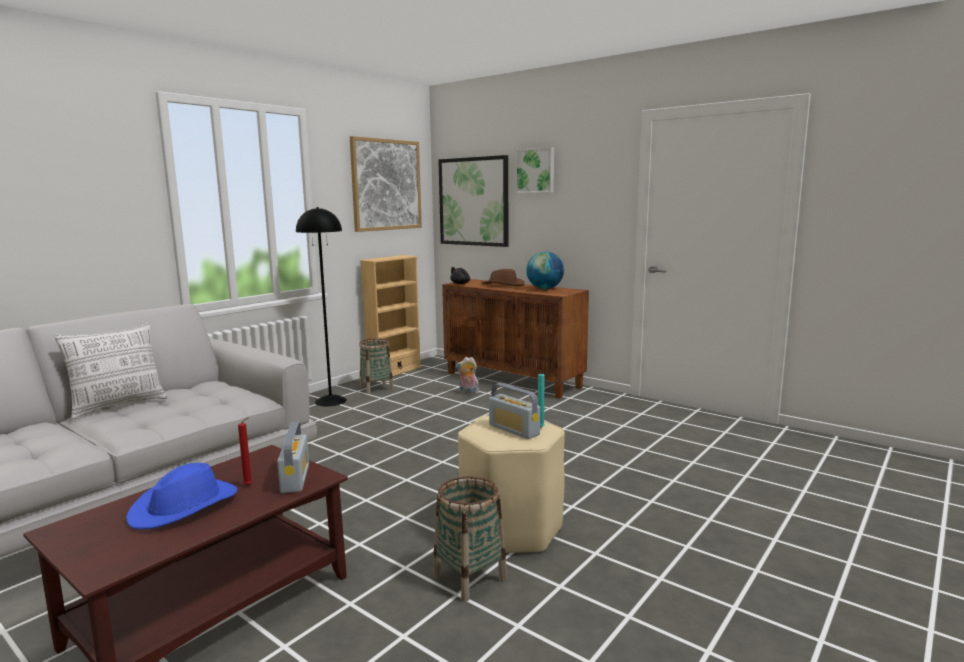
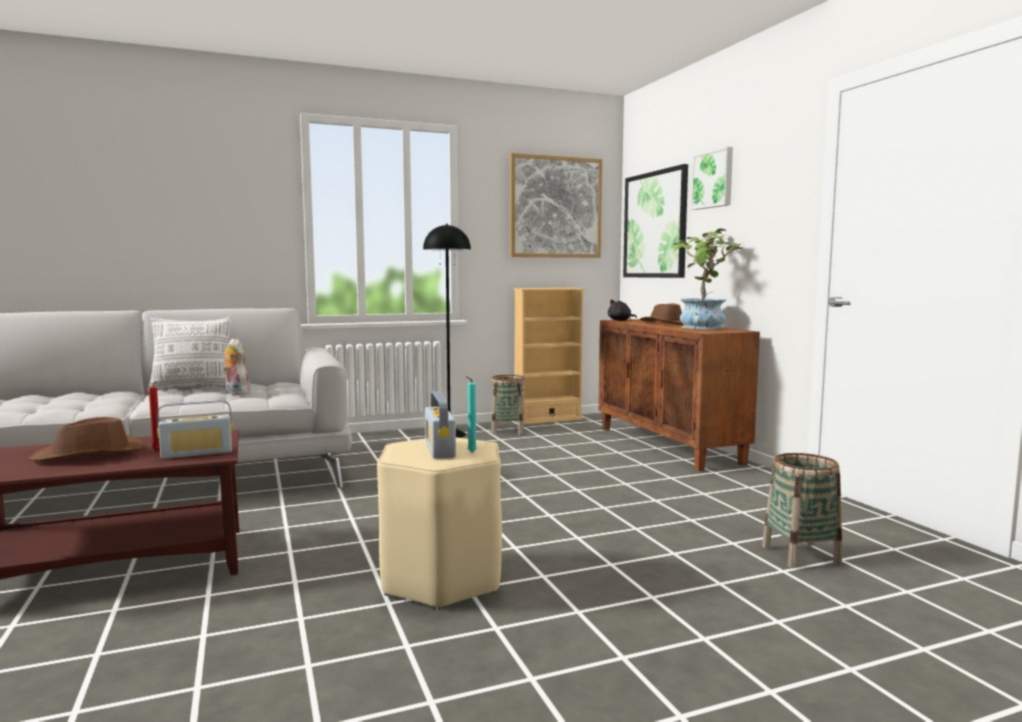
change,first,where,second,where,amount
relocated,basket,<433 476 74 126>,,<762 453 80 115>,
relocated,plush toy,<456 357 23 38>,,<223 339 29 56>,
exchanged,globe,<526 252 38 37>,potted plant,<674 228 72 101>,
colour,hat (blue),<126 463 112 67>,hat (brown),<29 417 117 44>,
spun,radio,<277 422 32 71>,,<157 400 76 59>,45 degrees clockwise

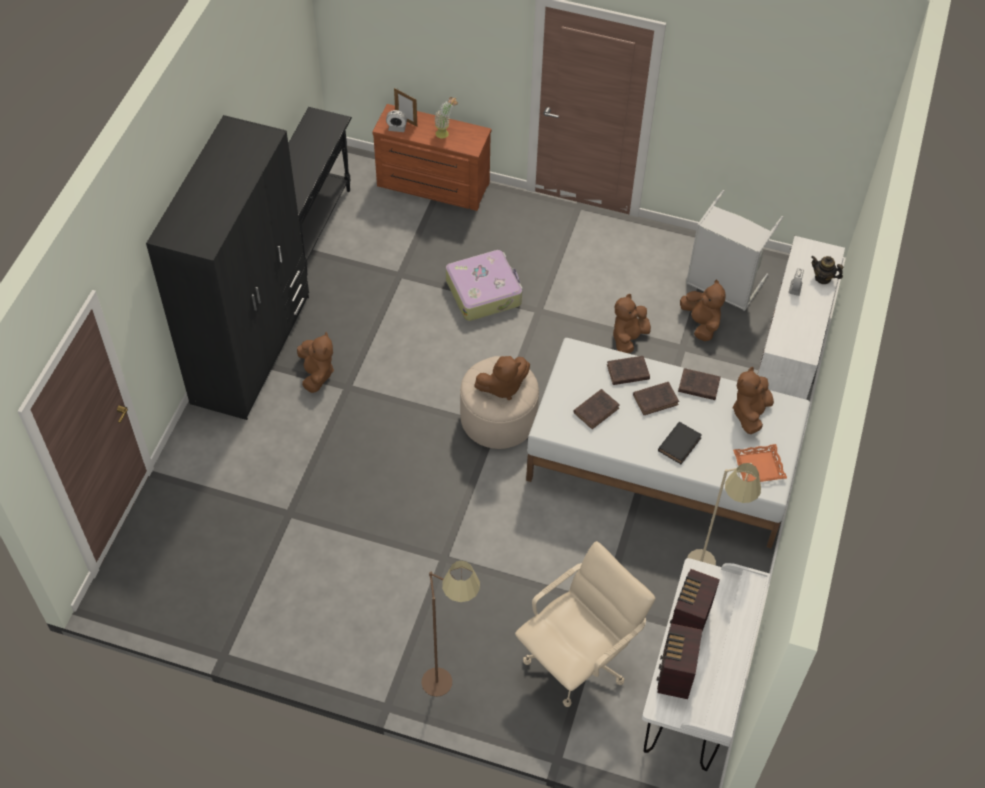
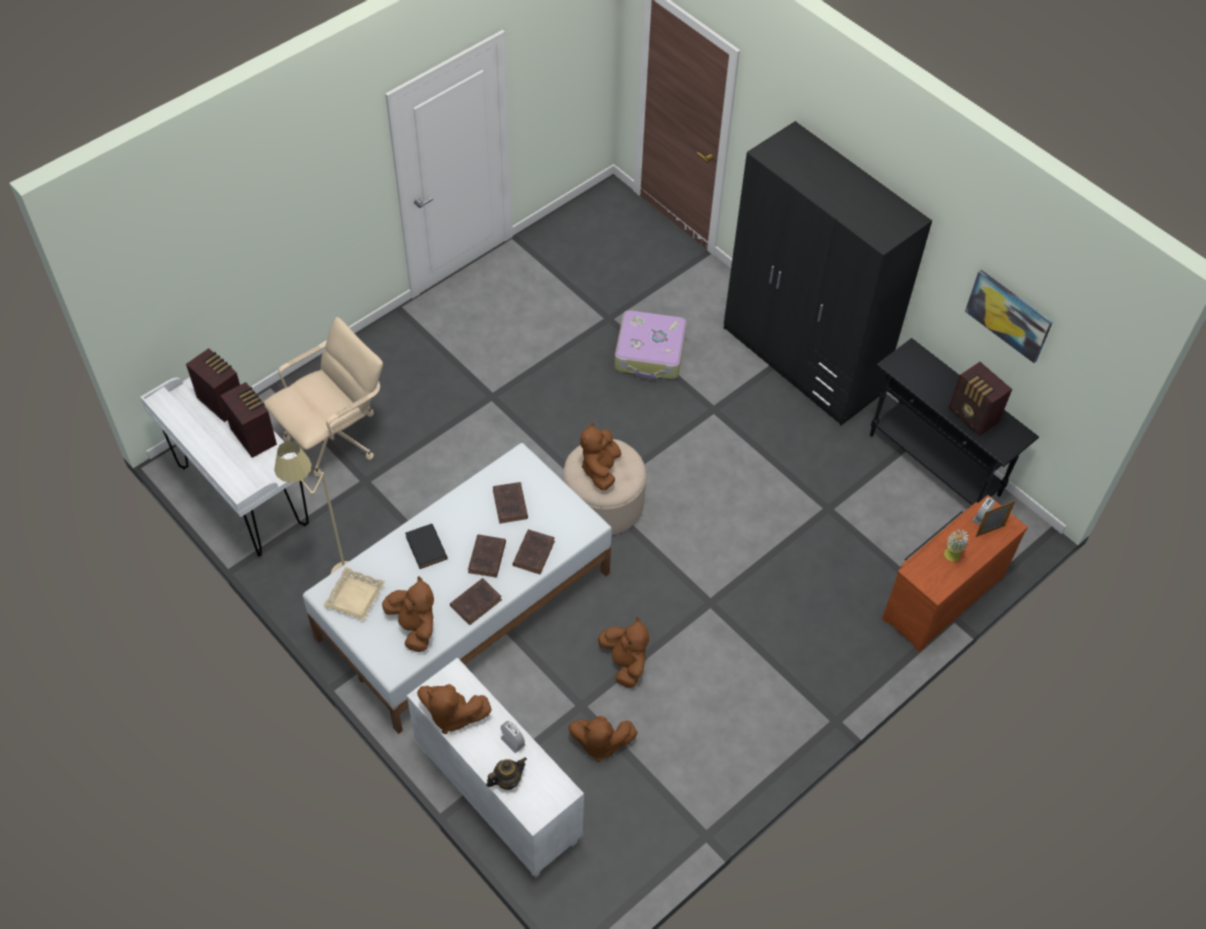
change,first,where,second,where,amount
missing,floor lamp (brown),<421 561 59 136>,,,
missing,laundry basket (grey),<686 190 97 121>,,,
appeared,,,radio,<948 362 64 74>,
appeared,,,picture,<965 270 88 93>,
relocated,plush toy (brown),<297 332 37 61>,,<417 684 75 50>,
relocated,suitcase,<446 250 77 71>,,<615 310 72 69>,
colour,tray (orange),<733 444 54 38>,tray (beige),<323 567 62 54>,
spun,office chair (beige),<515 541 140 166>,,<263 317 120 160>,120 degrees counterclockwise

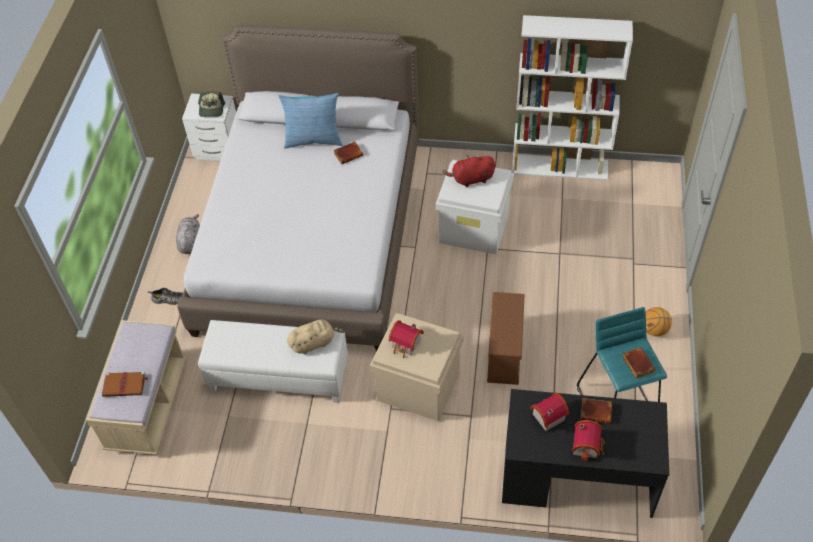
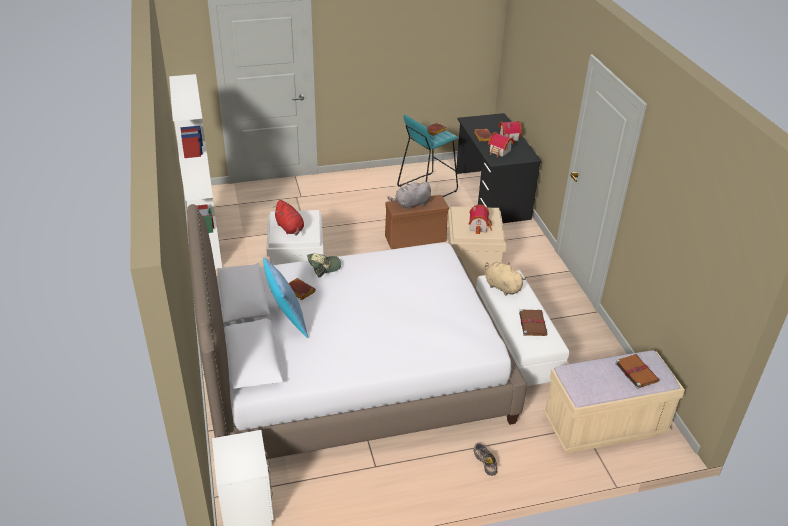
change,first,where,second,where,amount
missing,basketball,<646 307 26 29>,,,
appeared,,,book (brown),<519 309 29 27>,
relocated,plush toy (grey),<176 214 24 40>,,<387 182 44 28>,
relocated,cap,<198 92 27 25>,,<307 253 34 25>,

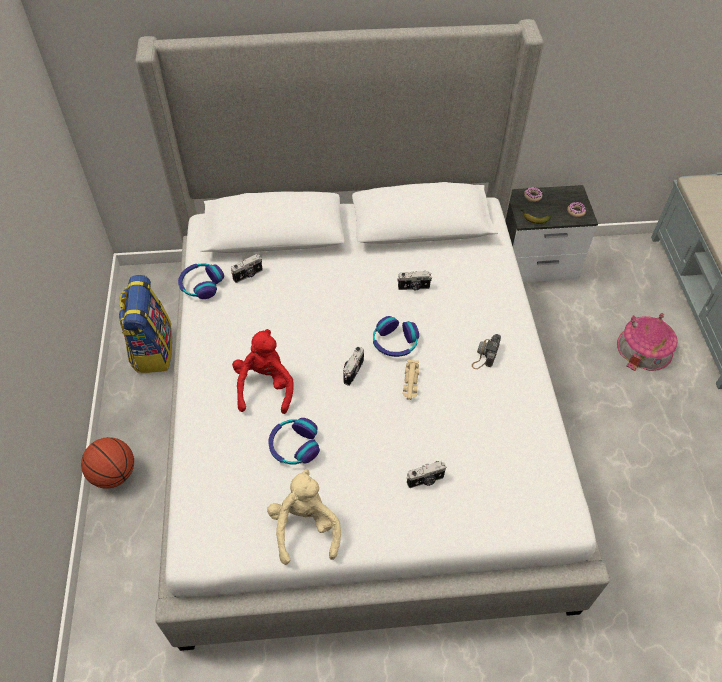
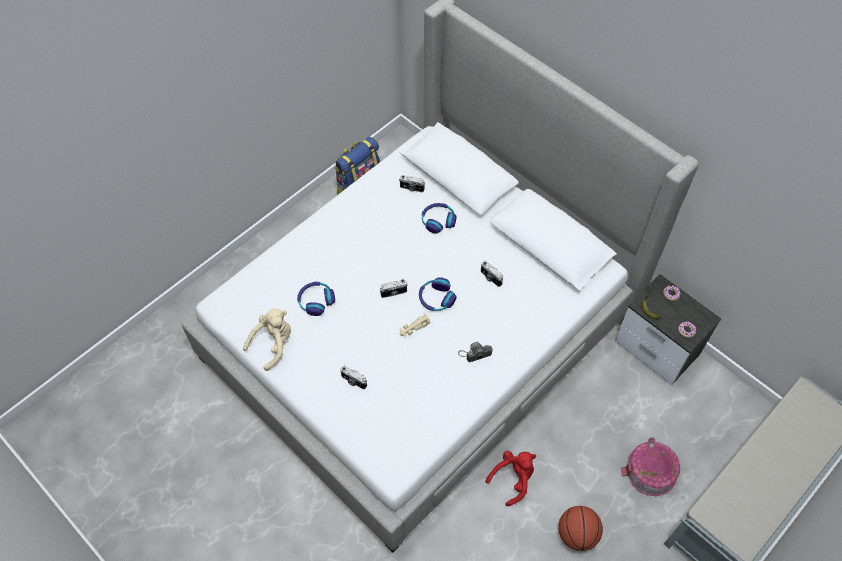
change,first,where,second,where,amount
relocated,basketball,<81 437 53 52>,,<558 506 45 45>,
relocated,headphones,<178 264 46 35>,,<422 203 34 31>,
relocated,plush toy (red),<232 329 62 85>,,<486 451 50 55>,

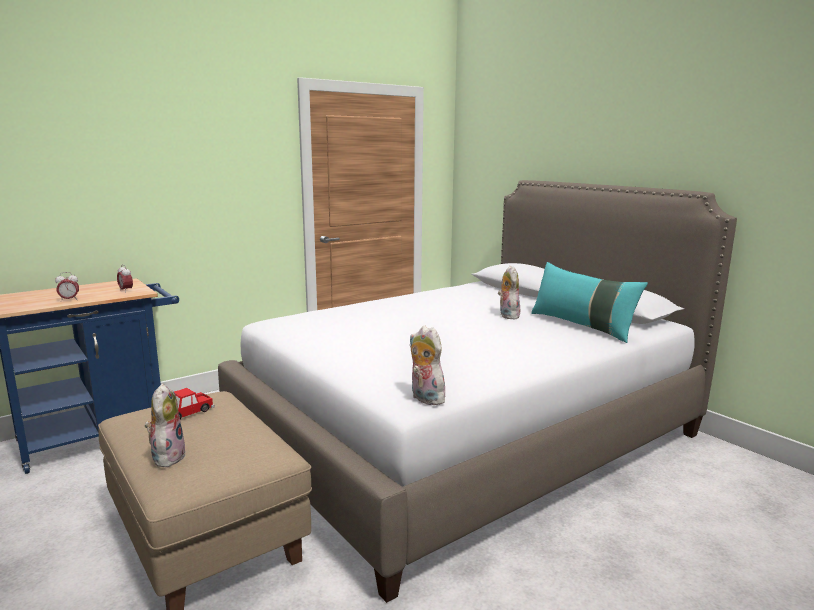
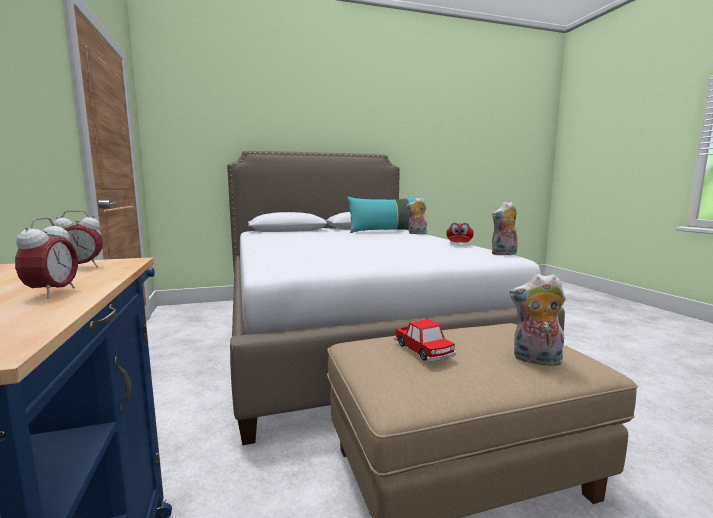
change,first,where,second,where,amount
appeared,,,cap (red),<446 223 28 19>,
relocated,plush toy,<498 265 22 54>,,<406 198 22 36>,

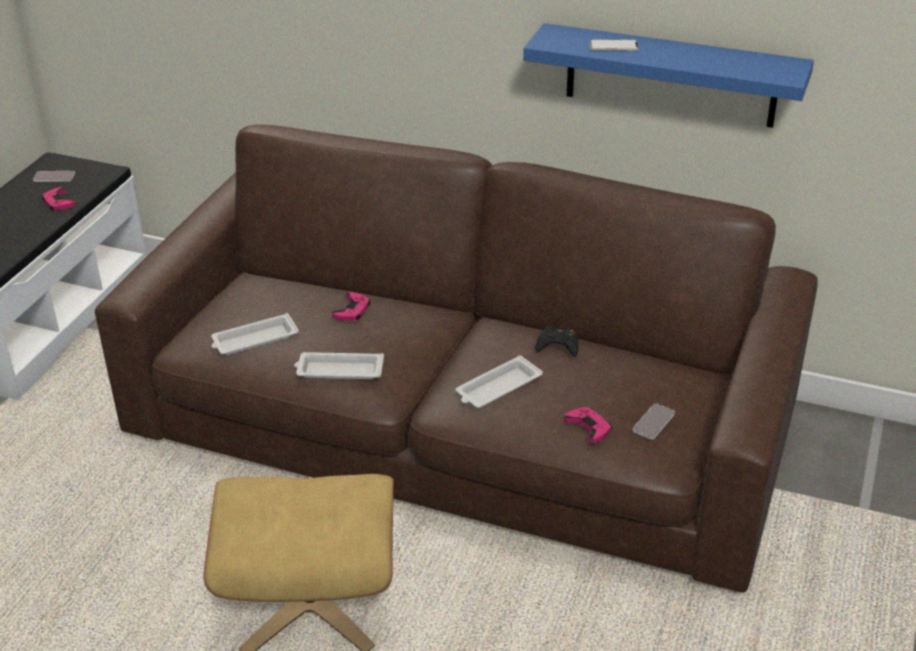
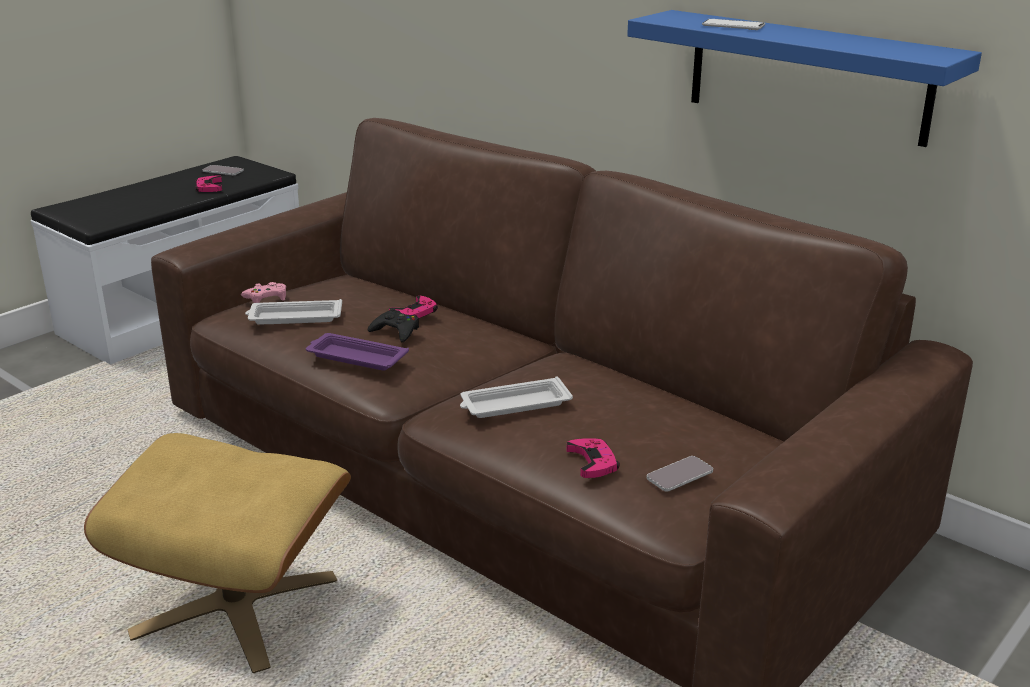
change,first,where,second,where,amount
appeared,,,game controller (pink),<241 282 45 21>,
relocated,game controller (black),<535 326 43 31>,,<368 308 51 34>,
colour,tray (white),<294 352 90 27>,tray (purple),<306 333 103 38>,

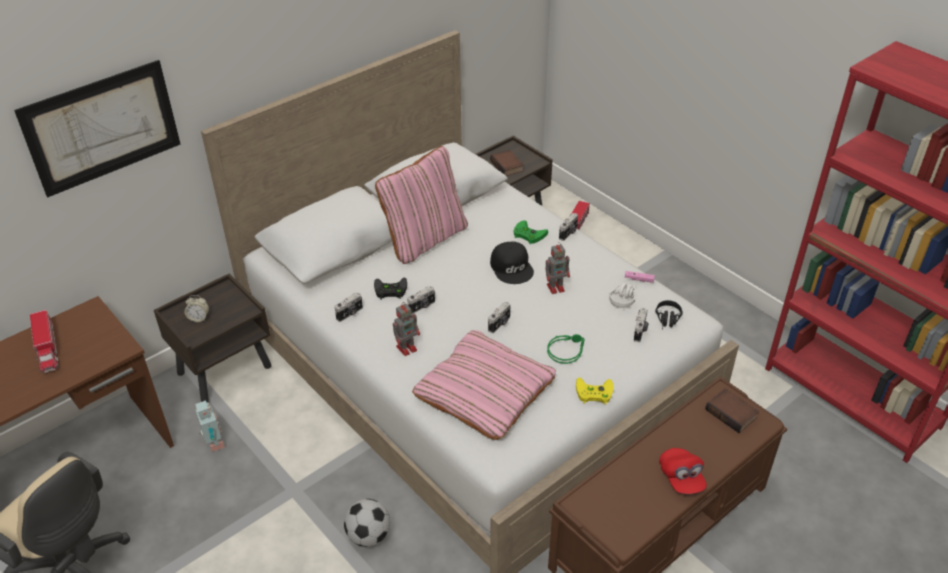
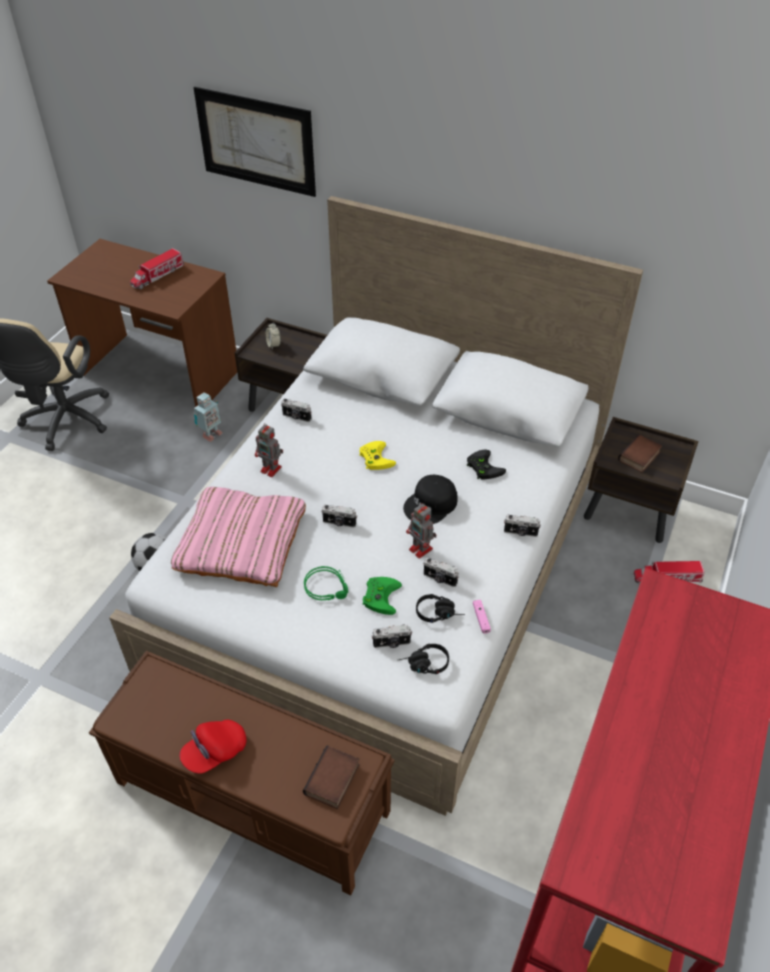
change,first,where,second,where,amount
missing,pillow (pink),<375 146 93 118>,,,
relocated,game controller (black),<374 278 33 21>,,<467 450 39 29>,
relocated,photo camera,<407 286 28 28>,,<423 557 36 30>,
relocated,game controller (green),<513 220 35 24>,,<363 577 39 38>,
relocated,game controller (yellow),<576 378 37 27>,,<359 441 37 29>,
colour,headphones (white),<609 283 27 25>,headphones (black),<416 594 49 29>,

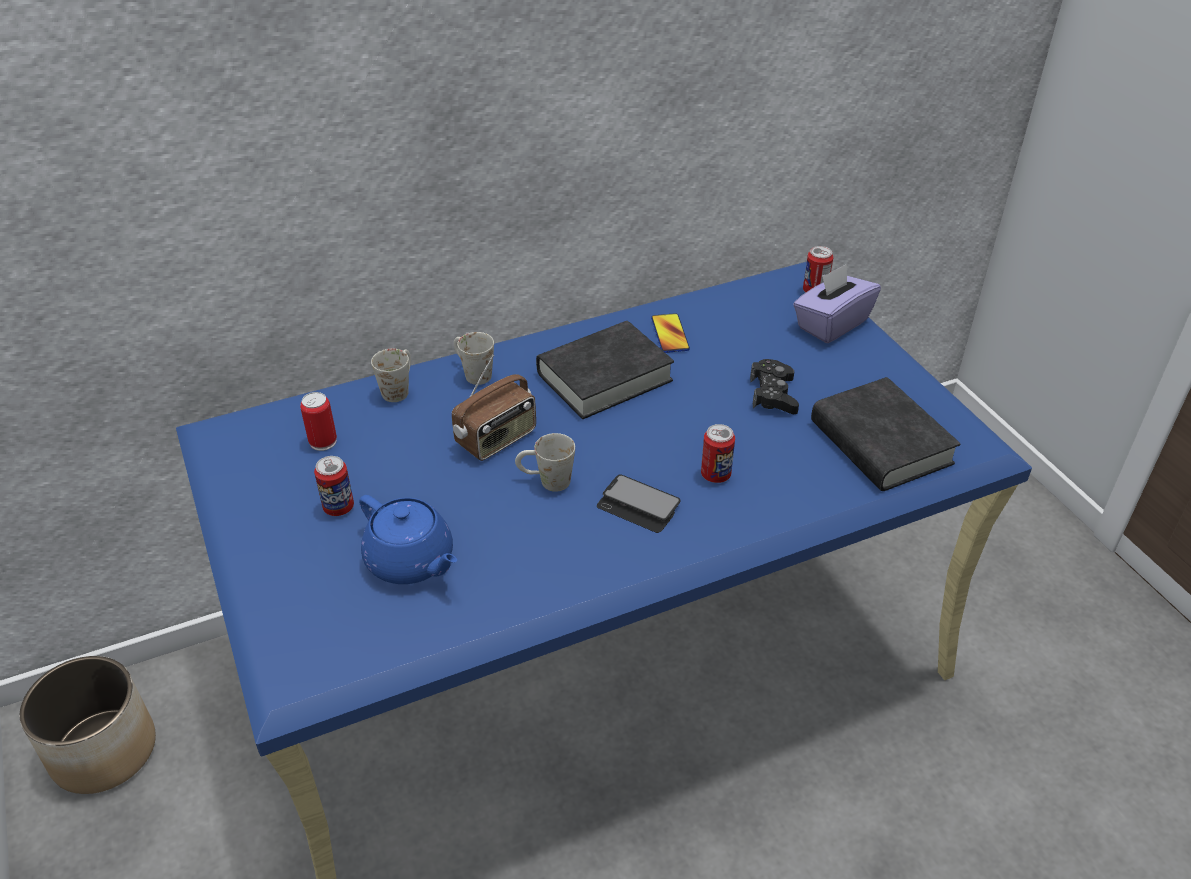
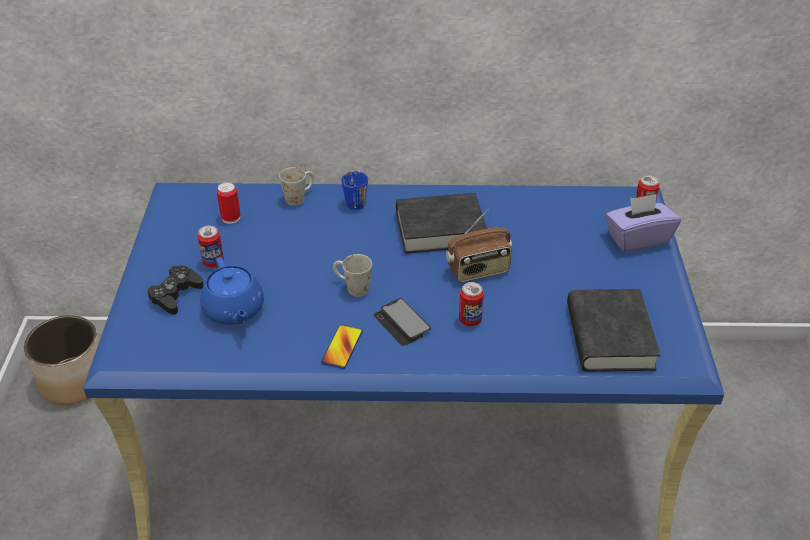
change,first,where,second,where,amount
relocated,radio,<452 355 84 106>,,<446 209 66 73>,
relocated,phone,<651 313 39 40>,,<321 325 42 44>,
relocated,game controller (black),<750 359 49 55>,,<147 265 57 50>,
colour,mug (white),<454 332 40 53>,mug (blue),<341 171 27 39>,

